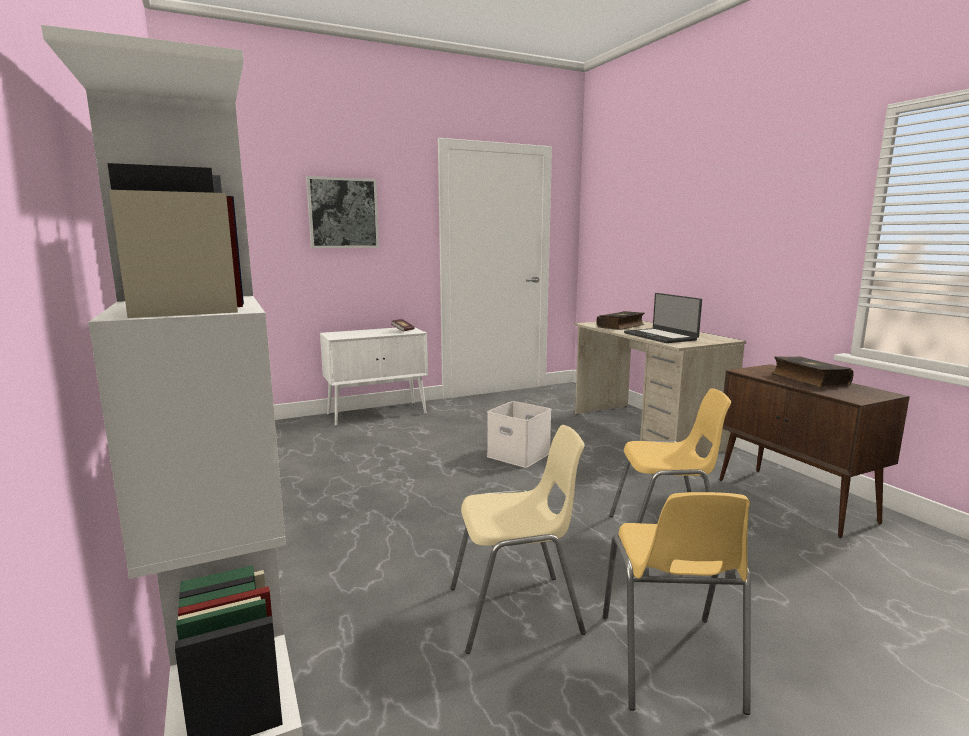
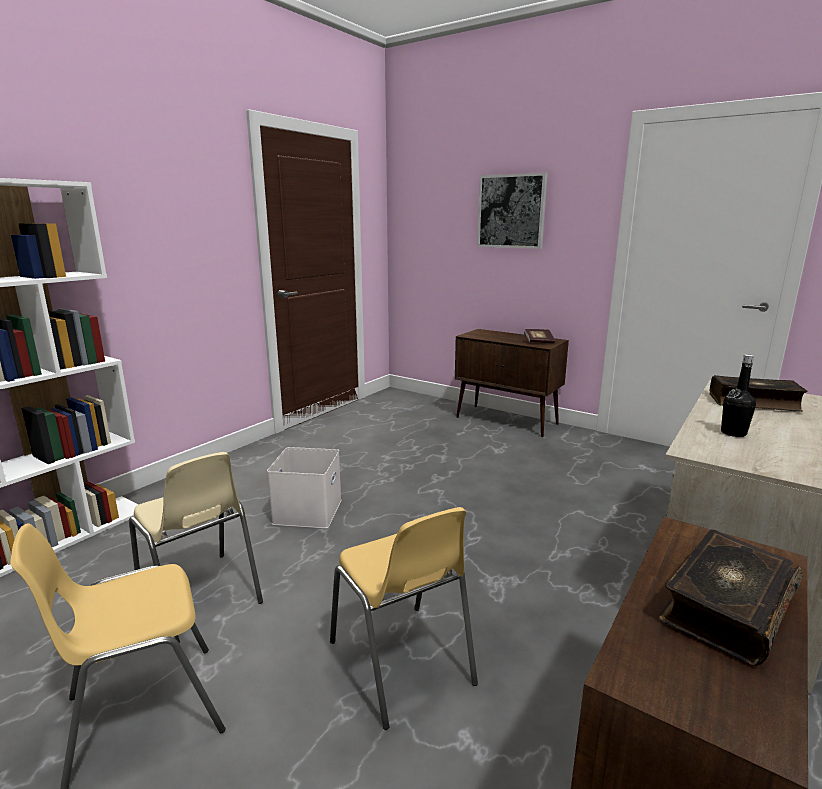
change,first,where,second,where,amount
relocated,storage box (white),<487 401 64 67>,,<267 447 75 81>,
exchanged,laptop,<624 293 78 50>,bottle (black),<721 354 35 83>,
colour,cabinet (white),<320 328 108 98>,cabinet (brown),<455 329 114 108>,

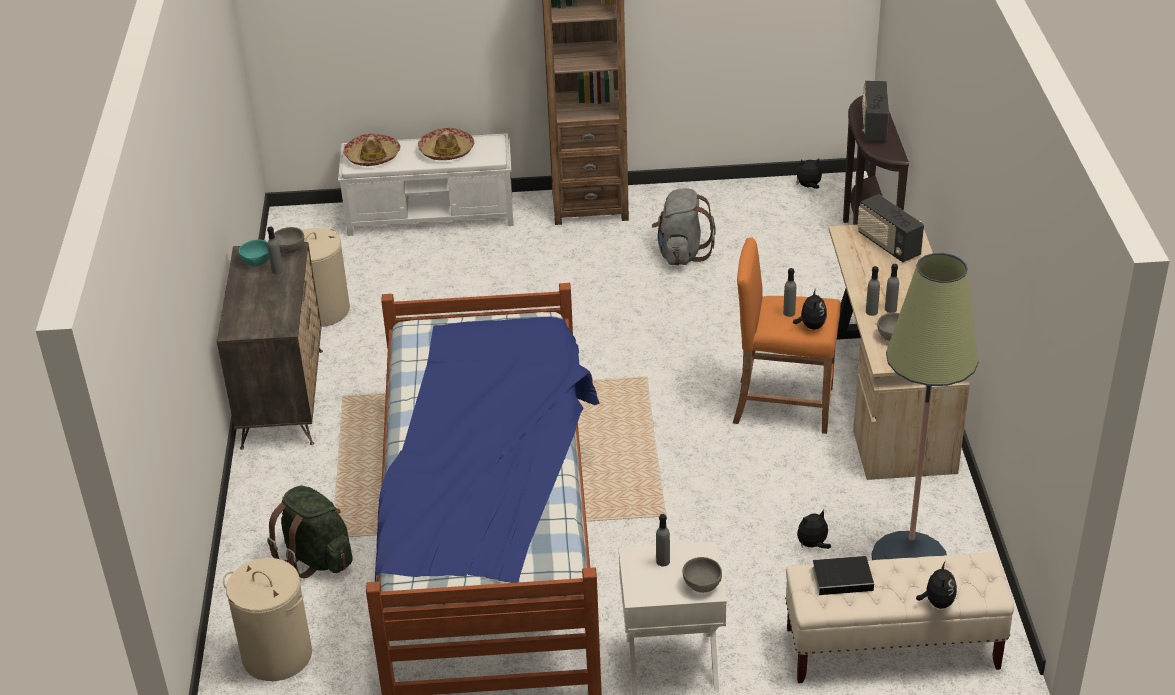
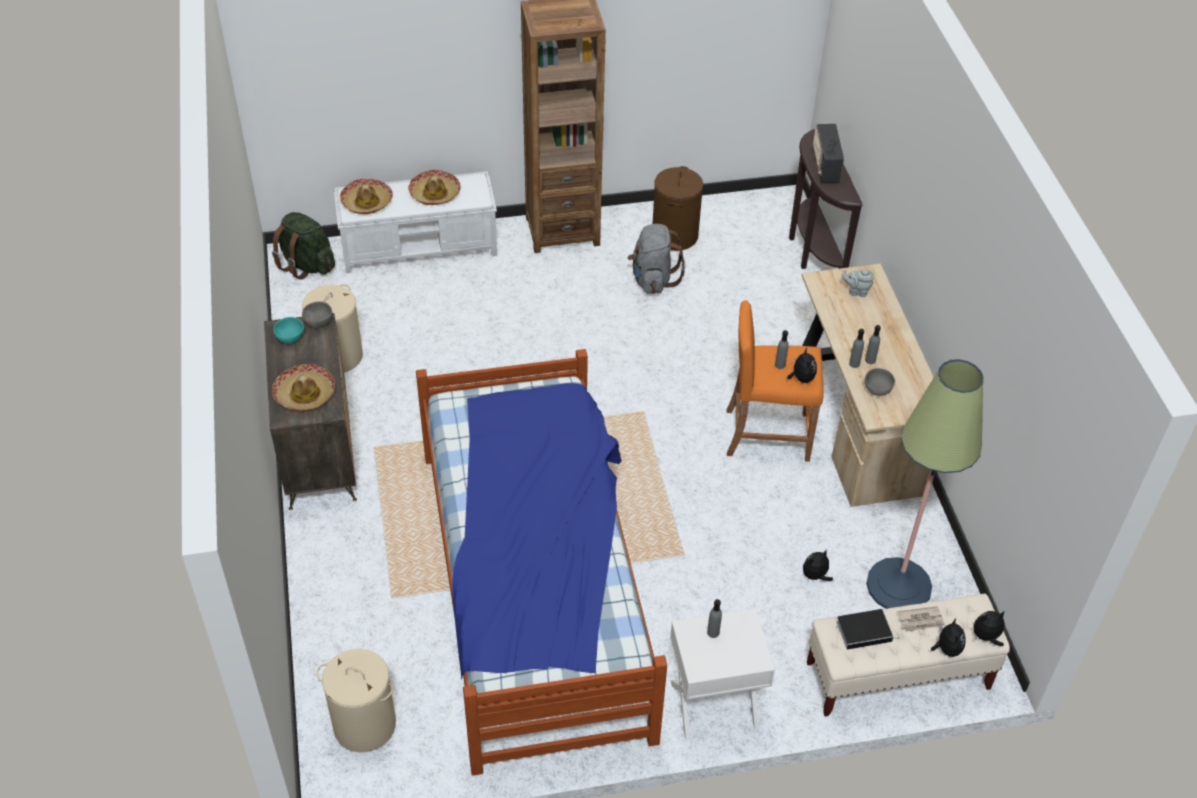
change,first,where,second,where,amount
missing,bottle (grey),<267 226 16 48>,,,
missing,bowl (grey),<683 557 39 36>,,,
appeared,,,hat,<272 364 63 47>,
appeared,,,laundry basket (brown),<652 166 51 85>,
appeared,,,newspaper,<897 606 48 26>,
relocated,backpack (green),<267 485 86 94>,,<272 212 63 68>,
relocated,plush toy,<796 158 26 31>,,<974 611 31 35>,
exchanged,radio,<857 194 67 68>,teapot (grey),<842 269 32 28>,

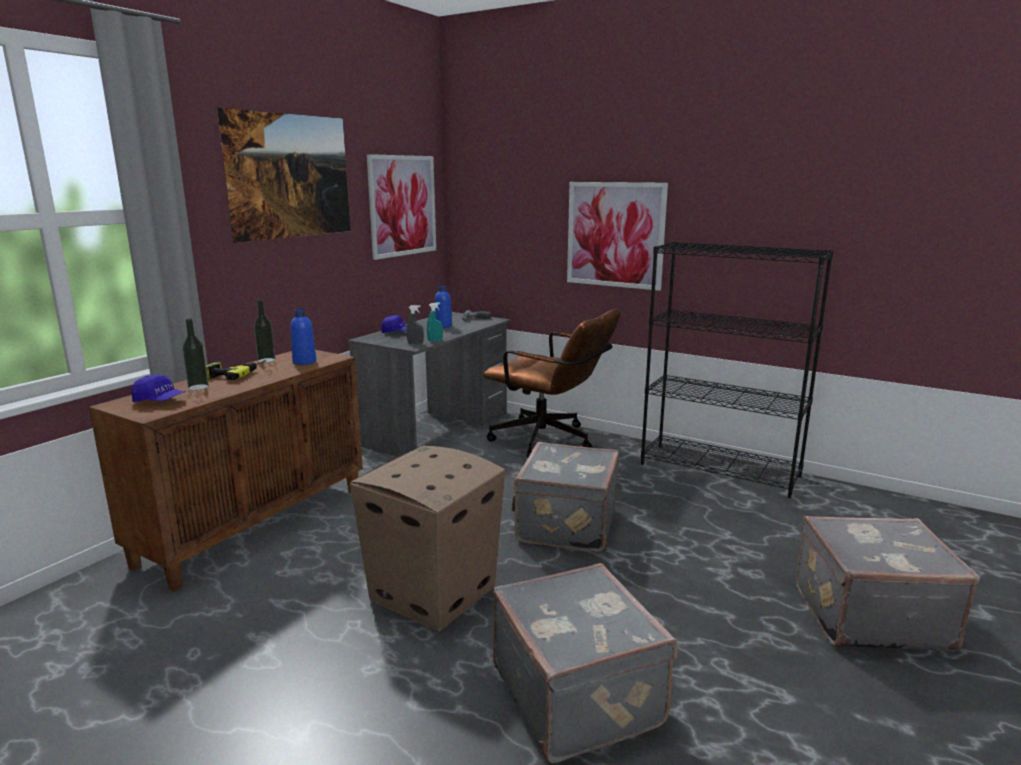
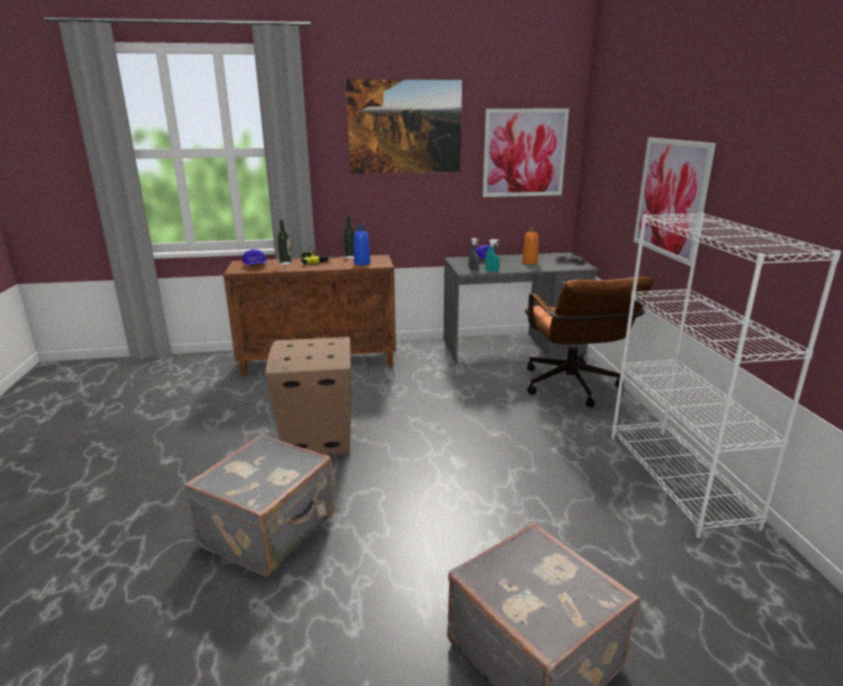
change,first,where,second,where,amount
missing,suitcase (grey),<511 442 108 110>,,,
colour,bottle (blue),<435 286 17 42>,bottle (orange),<522 227 17 37>,
colour,bookcase (black),<641 241 192 257>,bookcase (white),<611 213 230 325>,

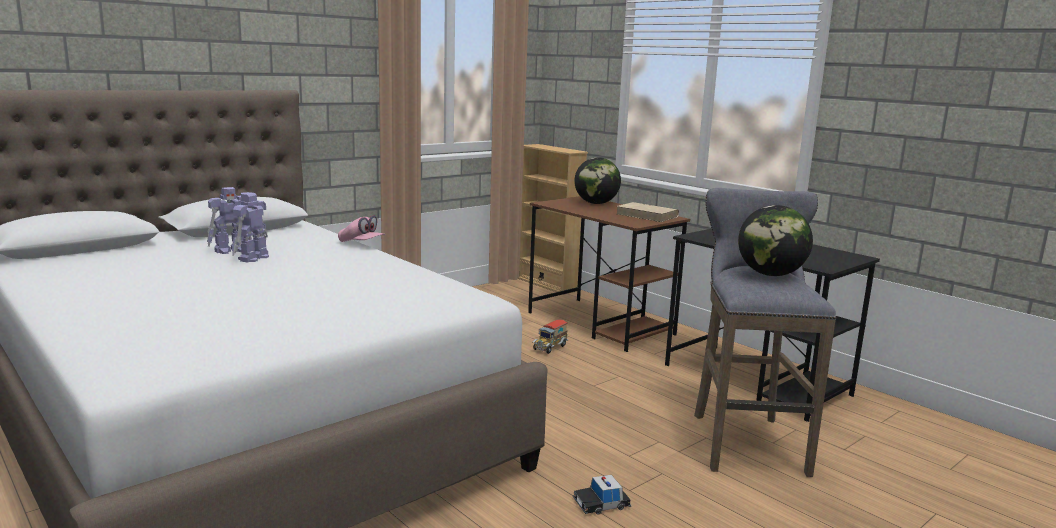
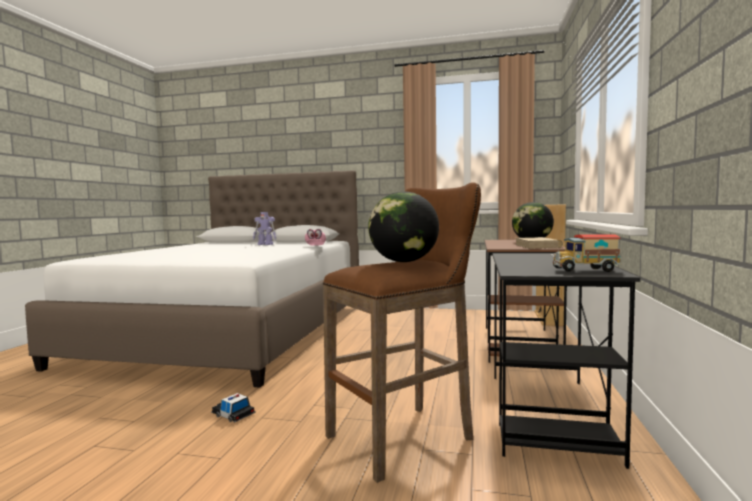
change,first,where,second,where,amount
missing,toy robot,<232 192 37 71>,,,
relocated,toy truck,<533 319 36 35>,,<551 234 70 38>,
colour,stool (grey),<694 188 143 289>,stool (brown),<323 182 158 301>,

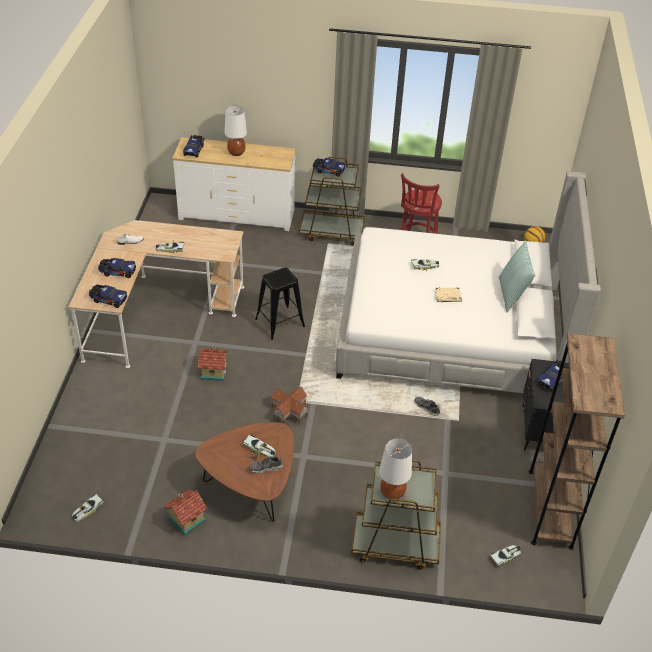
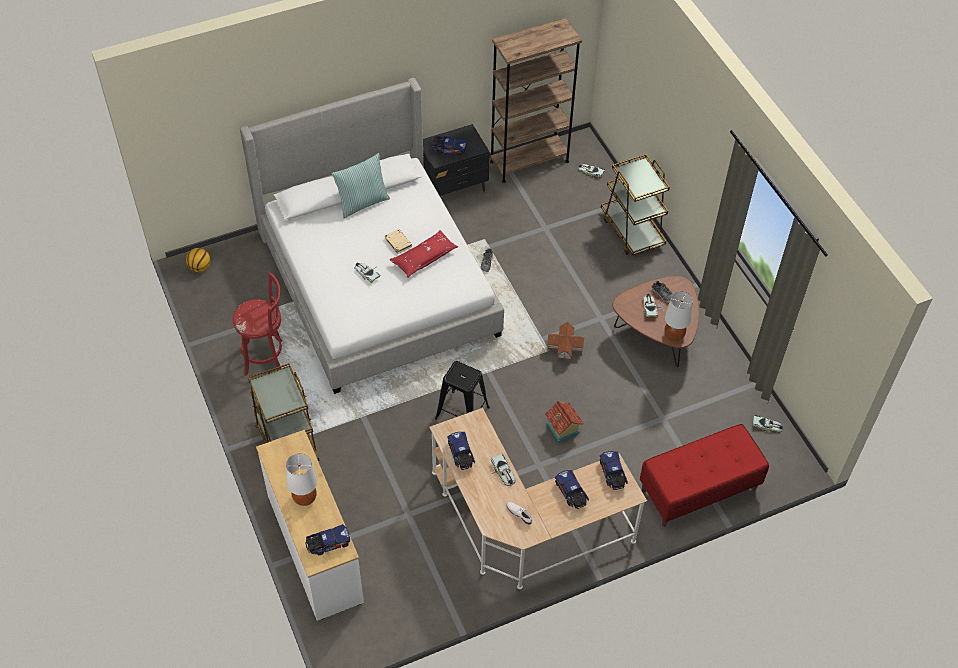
change,first,where,second,where,amount
missing,toy house,<164 490 44 45>,,,
appeared,,,pillow (red),<389 230 69 48>,
appeared,,,bench (red),<640 424 129 103>,
relocated,toy truck,<313 158 32 19>,,<447 432 28 38>,
relocated,table lamp (white),<379 438 33 61>,,<665 291 28 50>,

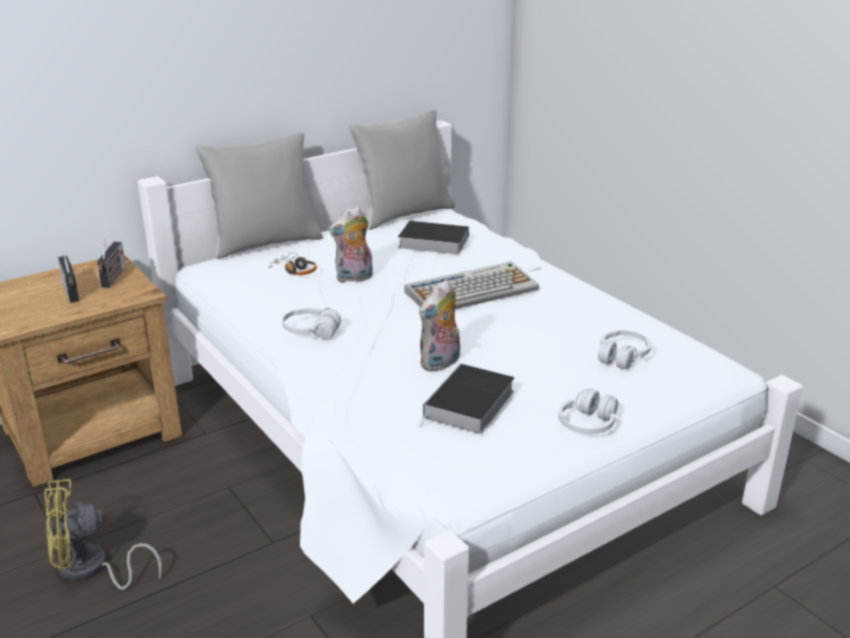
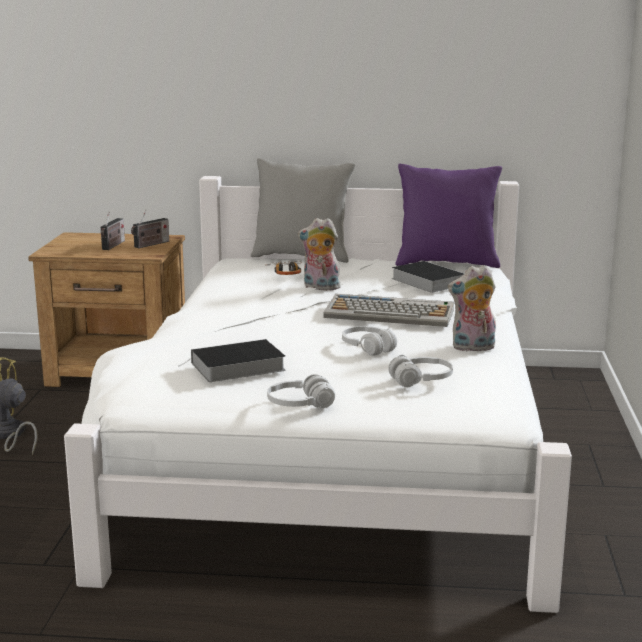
change,first,where,second,where,amount
relocated,headphones (white),<282 308 59 31>,,<342 326 55 30>,
relocated,plush toy,<419 280 41 92>,,<448 265 48 86>,
colour,pillow (grey),<349 109 106 121>,pillow (purple),<395 164 107 104>,

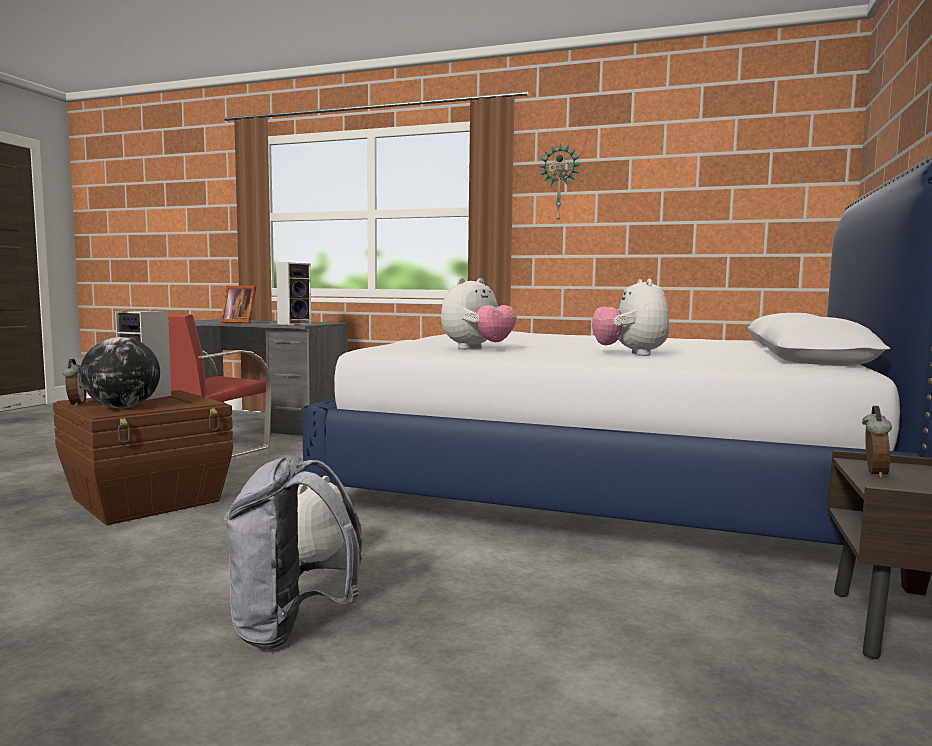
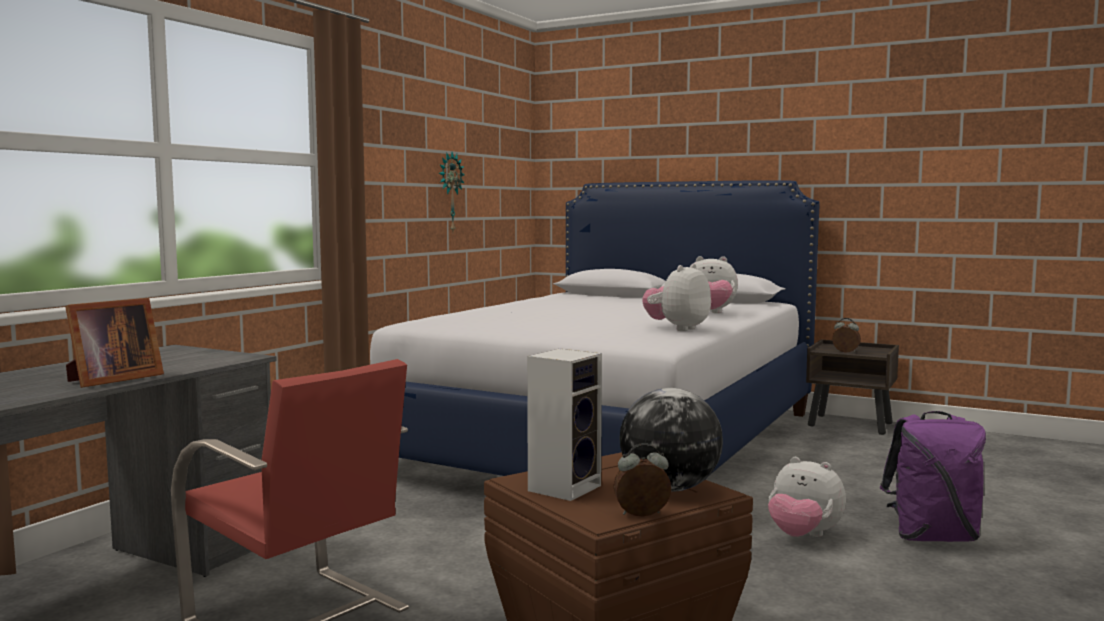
change,first,where,second,where,amount
missing,speaker,<276 262 35 63>,,,
relocated,wall clock,<539 143 42 78>,,<439 152 26 79>,
colour,backpack (grey),<224 455 138 194>,backpack (purple),<880 411 106 131>,
spun,plush toy,<441 277 76 72>,,<642 264 69 67>,105 degrees counterclockwise

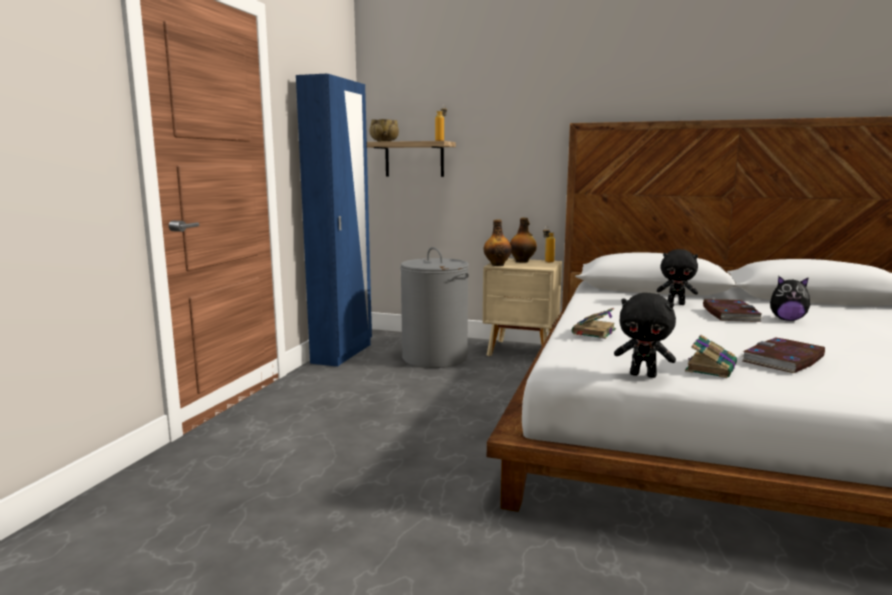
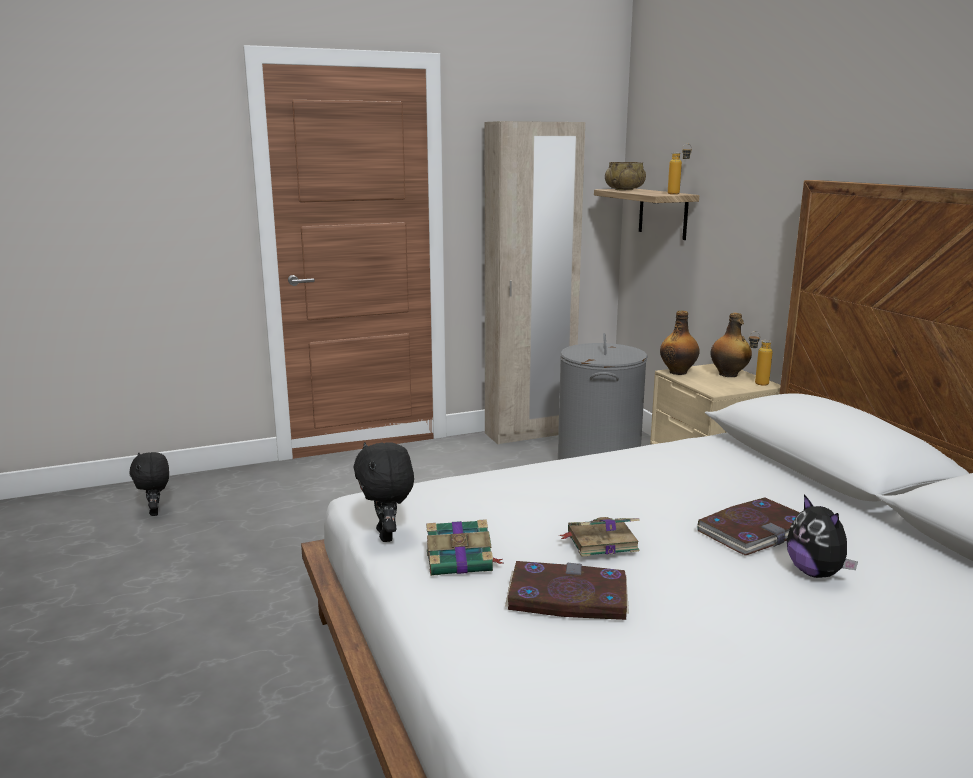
change,first,where,second,where,amount
relocated,book,<572 308 44 31>,,<559 517 81 40>,
relocated,plush toy (black),<657 249 41 56>,,<130 452 39 64>,
colour,wardrobe (blue),<296 74 76 293>,wardrobe (beige),<485 121 100 323>,

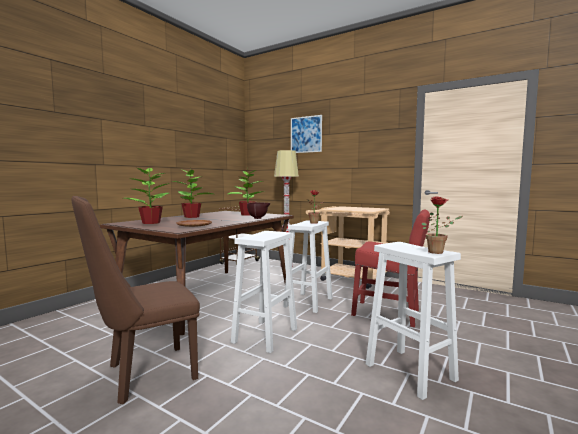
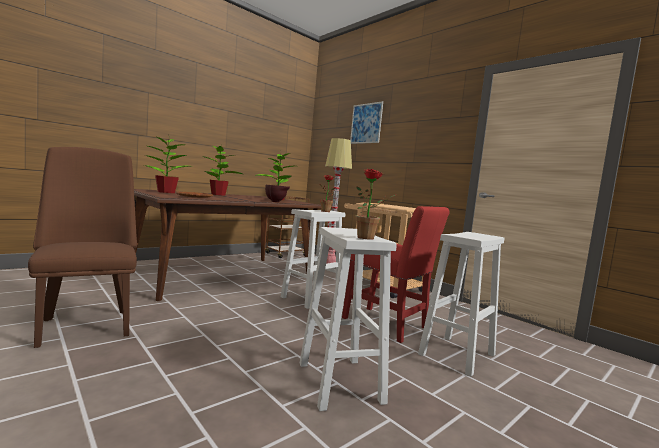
change,first,where,second,where,amount
relocated,stool (white),<231 231 66 122>,,<418 232 86 145>,
spun,chair (brown),<71 196 129 208>,,<28 147 109 201>,75 degrees clockwise

